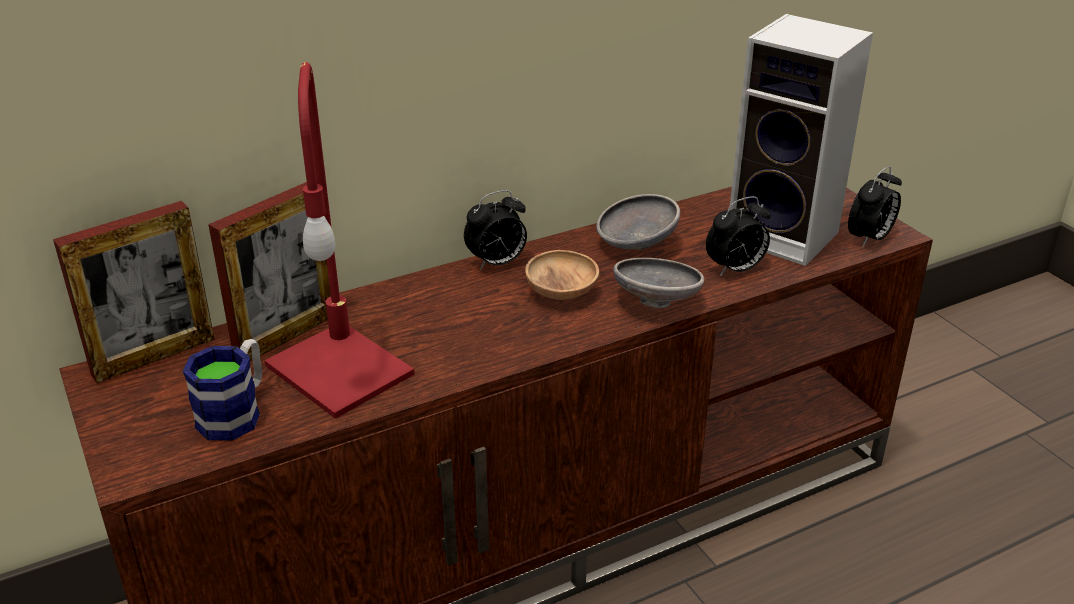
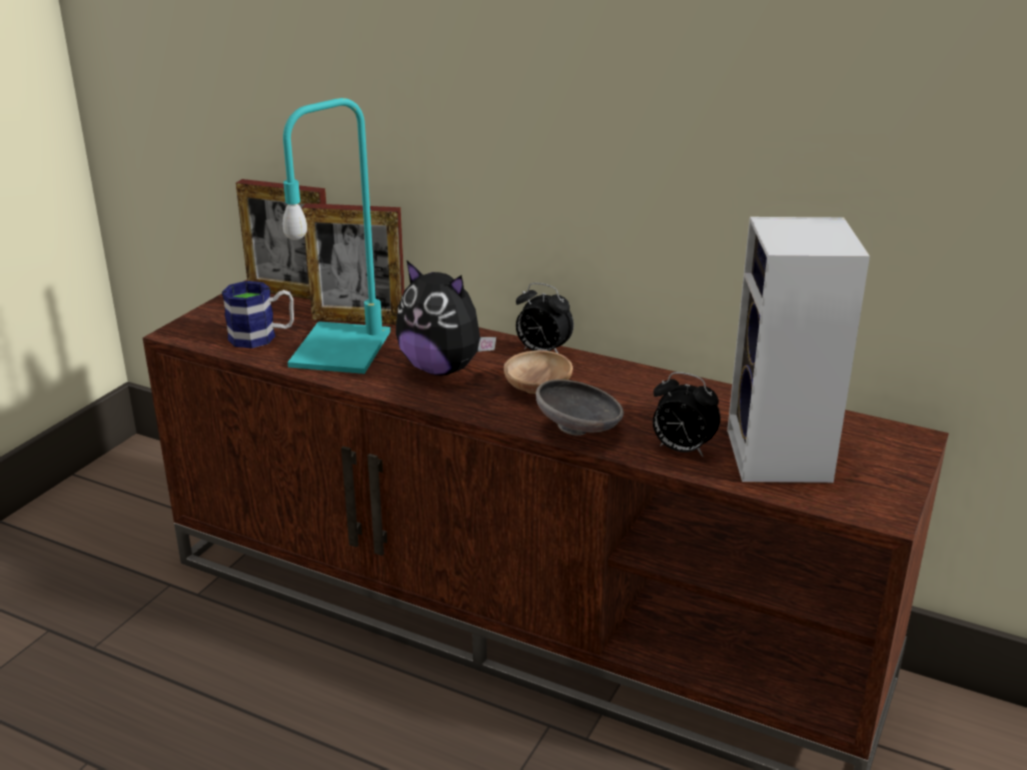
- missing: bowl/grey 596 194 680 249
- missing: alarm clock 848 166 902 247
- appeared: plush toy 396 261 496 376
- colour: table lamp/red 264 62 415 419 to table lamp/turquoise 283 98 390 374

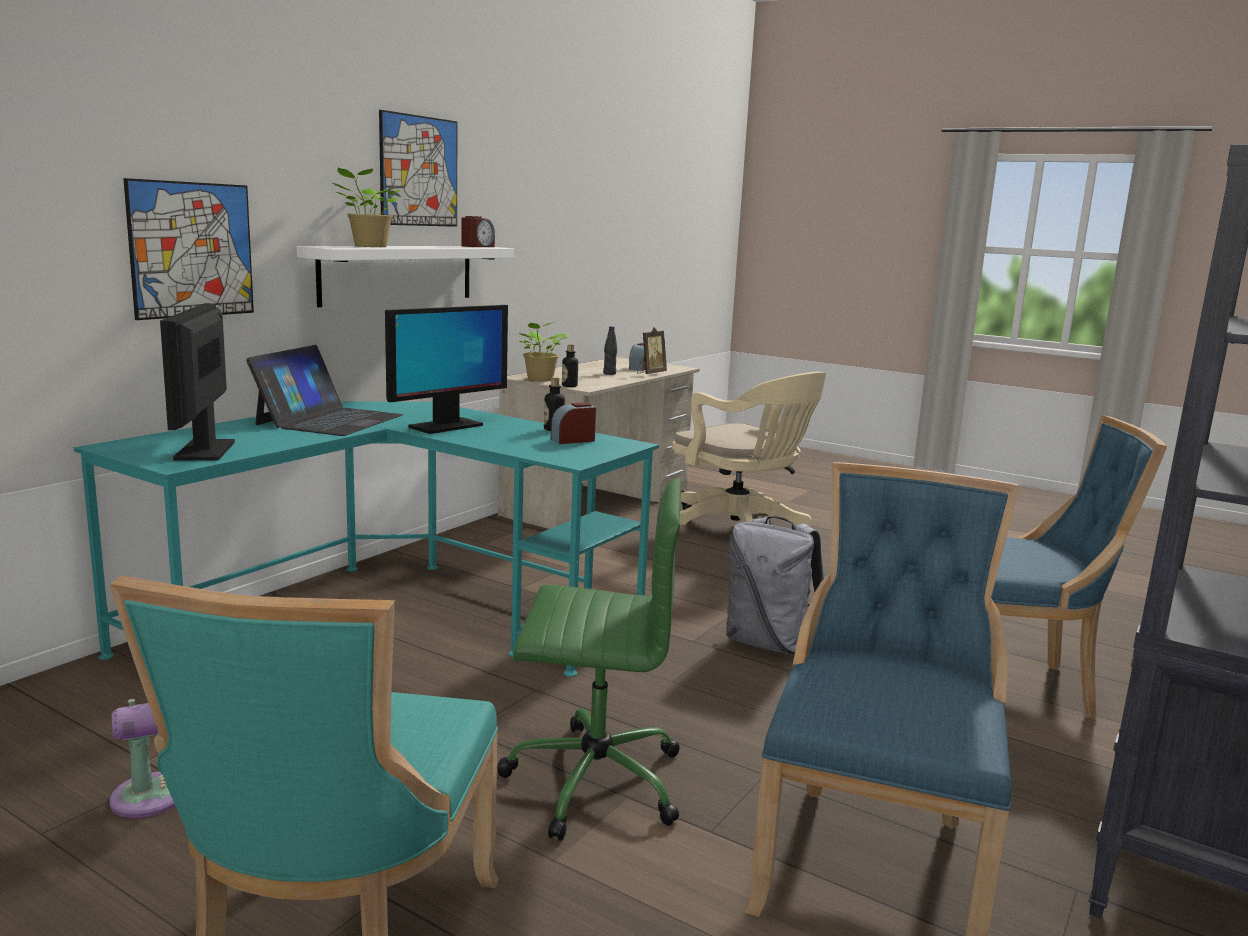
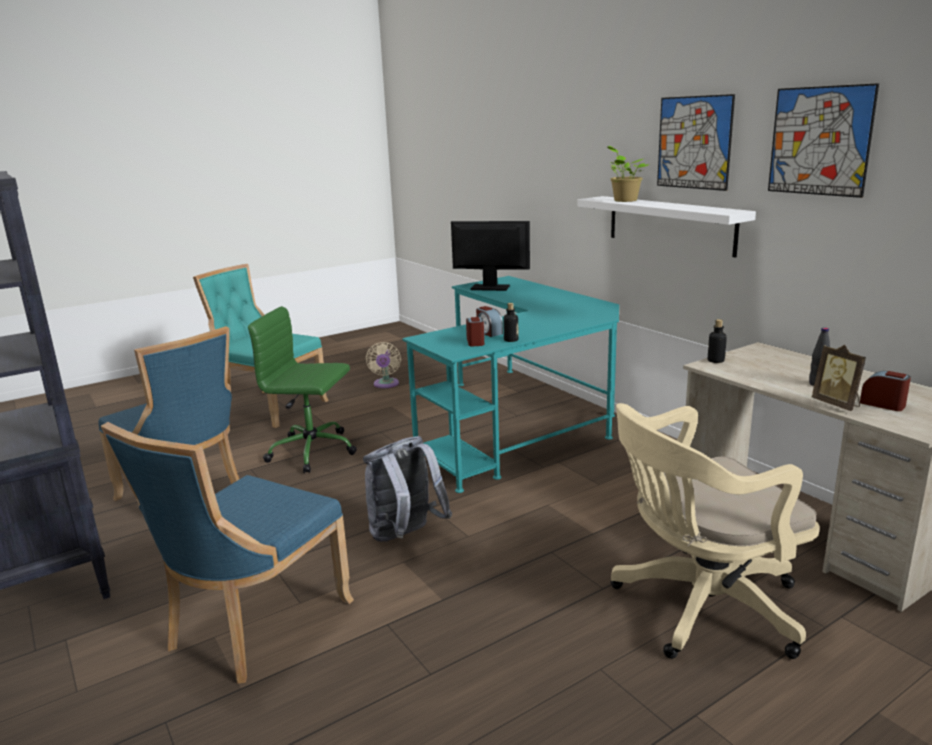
- missing: laptop 246 345 403 436
- missing: monitor 385 305 508 434
- missing: potted plant 519 322 567 382
- relocated: picture 123 178 254 320 to 768 83 879 198
- relocated: alarm clock 461 216 495 247 to 476 306 503 337
- spun: office chair/green 497 478 682 841 = 248 306 357 473 75 degrees clockwise

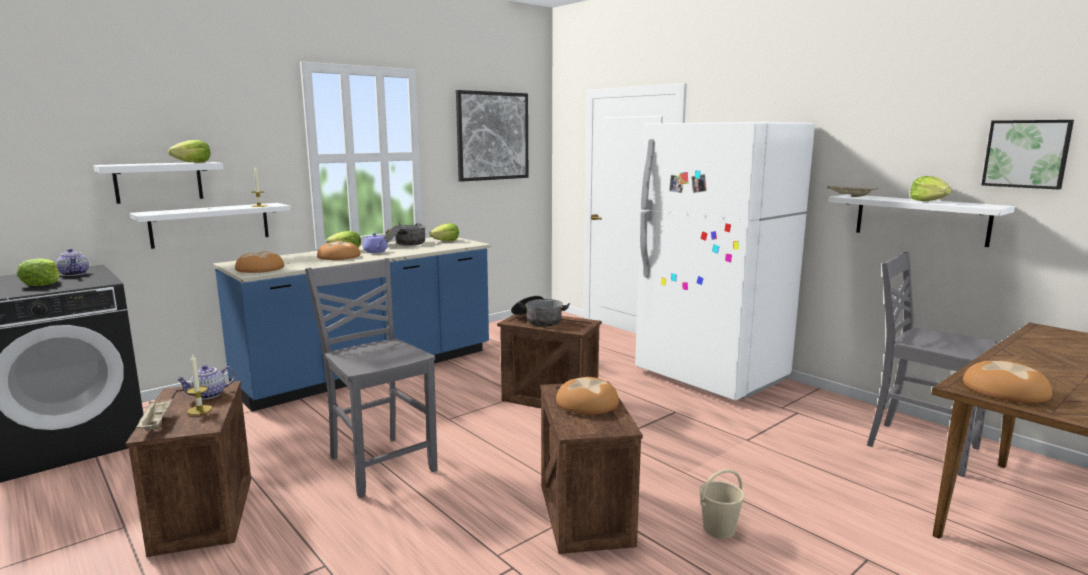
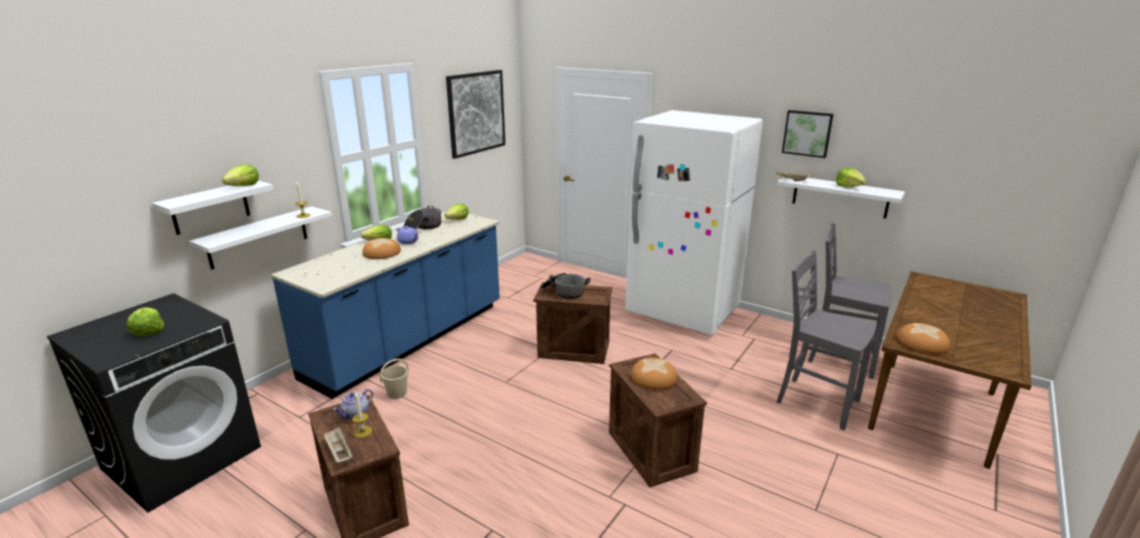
- missing: teapot 56 249 89 276
- missing: bread 235 252 284 273
- relocated: chair/grey 305 258 438 498 to 777 250 877 430
- relocated: bucket/beige 700 469 745 539 to 380 359 409 399
- relocated: picture 982 120 1074 190 to 782 110 834 158

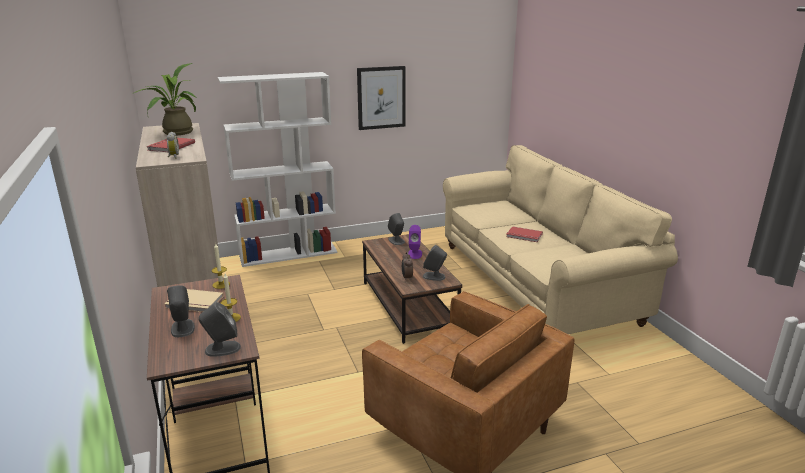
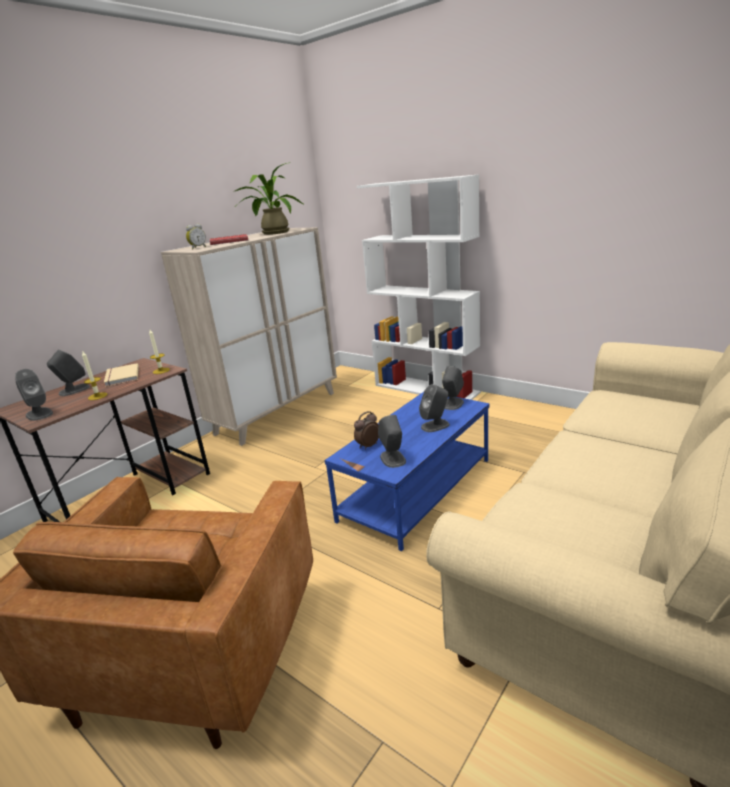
- missing: picture 357 66 406 130
- missing: book/red 506 226 543 242
- colour: coffee table/brown 362 234 462 344 to coffee table/blue 324 392 489 551
- colour: speaker/purple 408 225 422 259 to speaker/grey 419 384 450 432

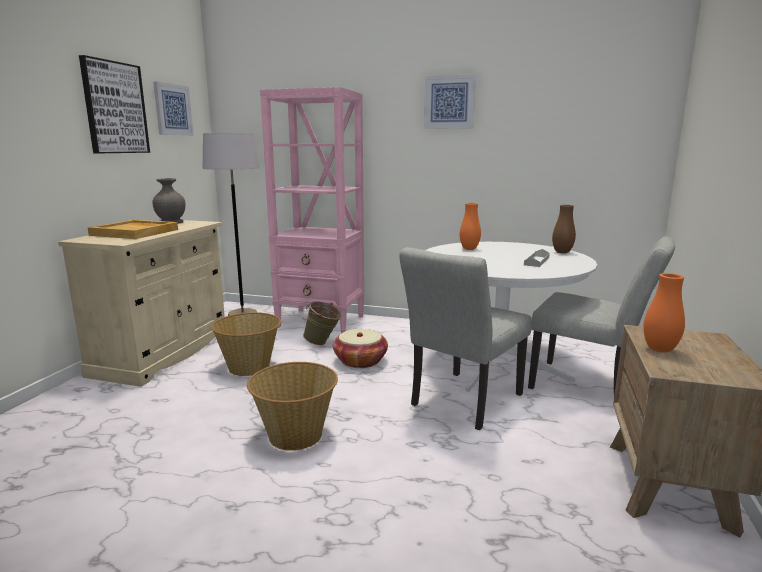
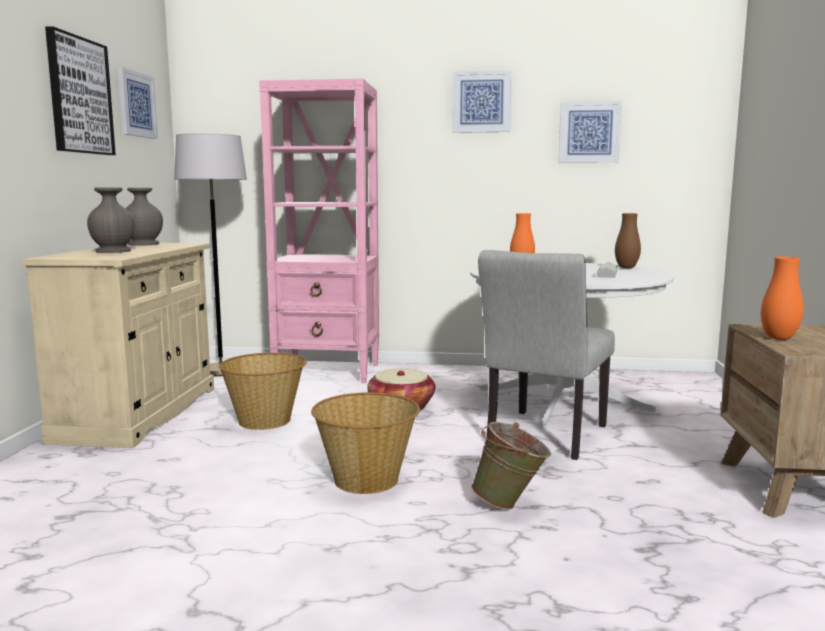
- missing: chair/grey 528 236 675 395
- appeared: picture 558 101 622 163
- relocated: bucket/green 303 301 342 345 to 471 422 551 510
- exchanged: tray/beige 88 220 178 239 to vase/grey 87 187 135 253

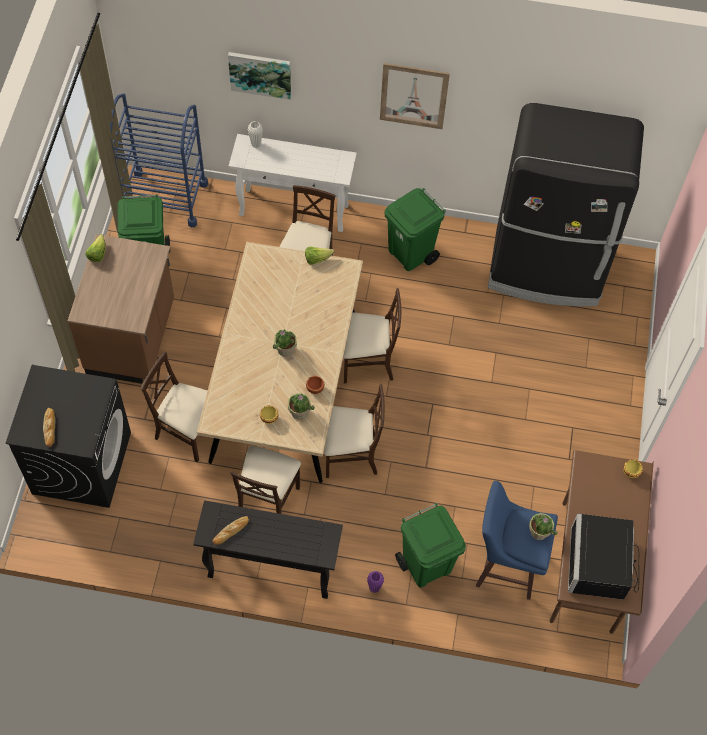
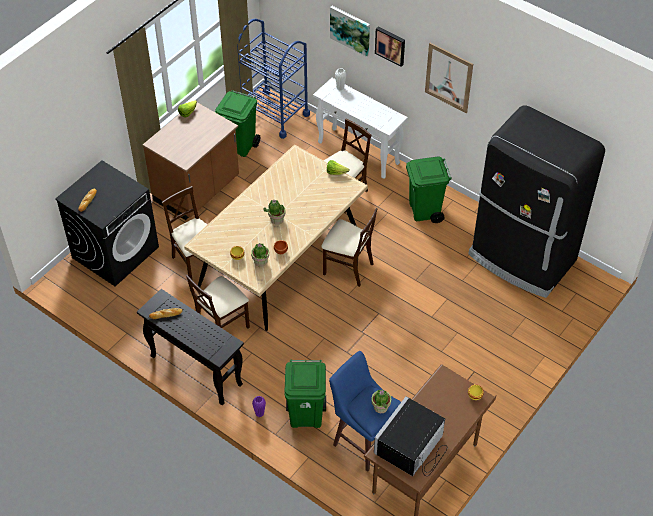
- missing: chair/beige 324 384 385 478
- appeared: picture 375 27 405 67

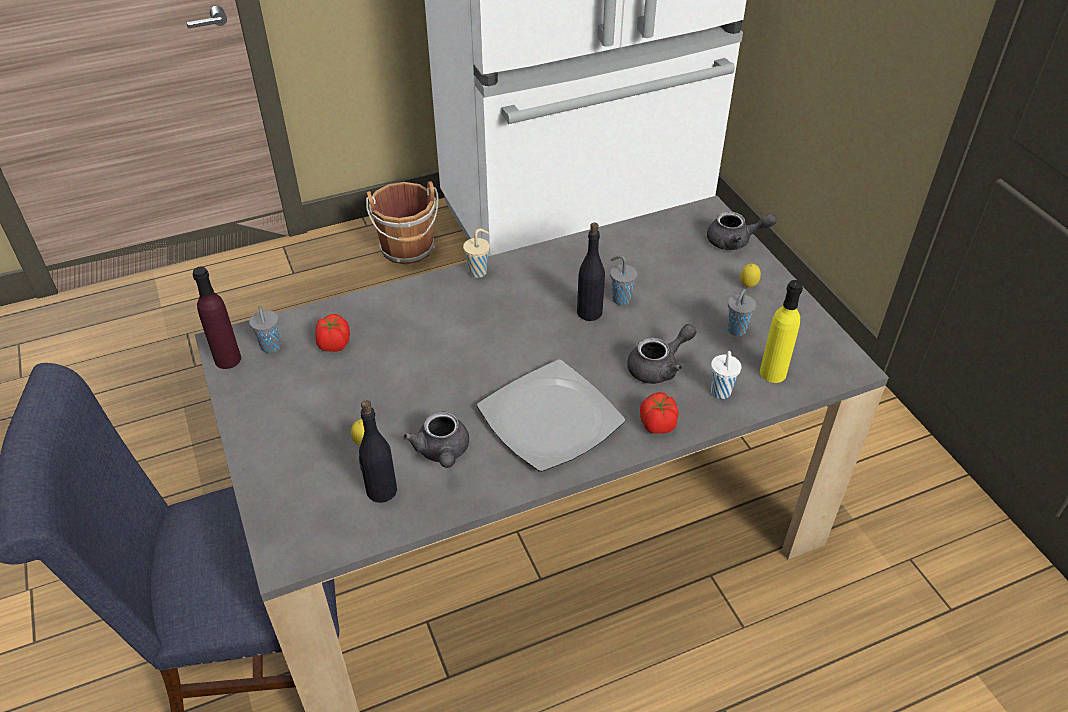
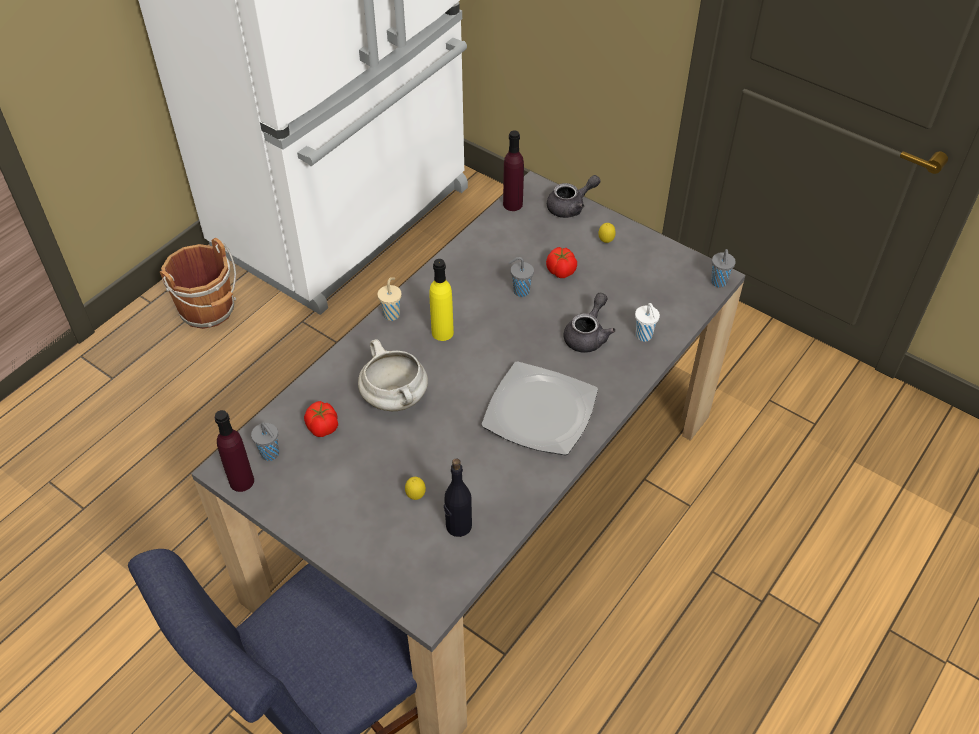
- missing: teapot/grey 403 412 469 468
- missing: bottle/black 577 223 605 321
- appeared: cooking pot/white 358 339 428 411
- appeared: bottle/purple 503 130 524 211
- relocated: tomato 640 392 679 434 to 546 247 577 278
- relocated: cup/grey 727 289 756 336 to 711 249 736 287
- relocated: bottle/yellow 760 280 803 383 to 429 259 454 341

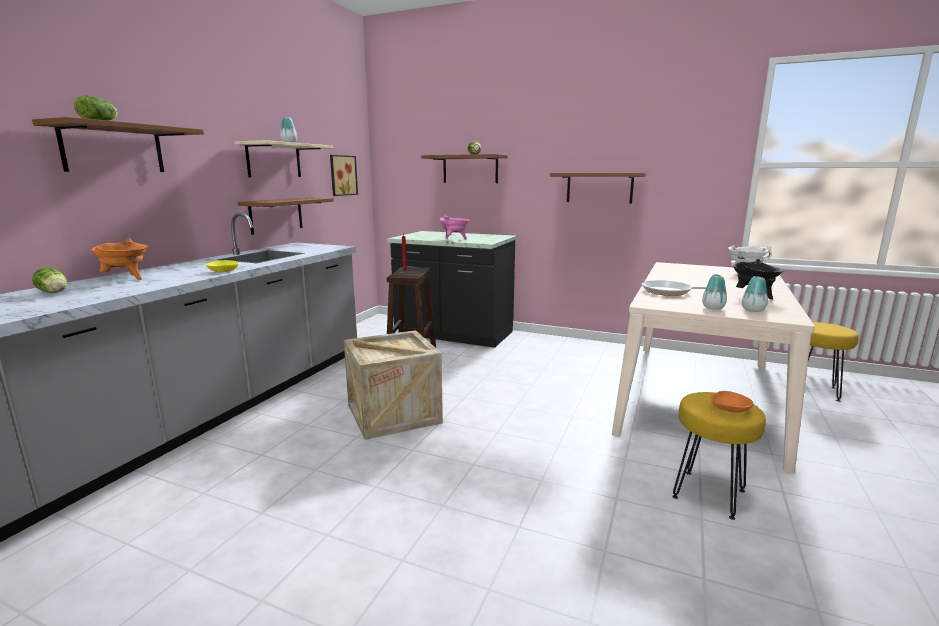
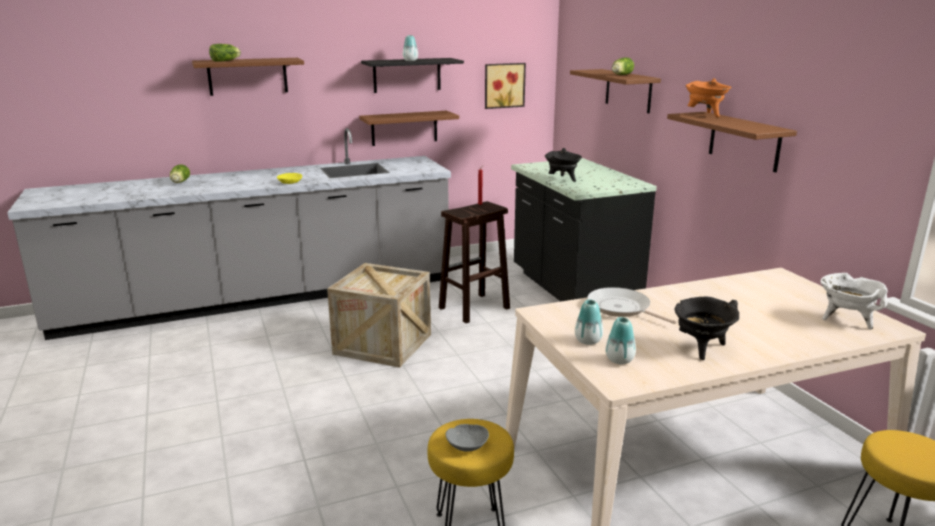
- relocated: cooking pot/orange 90 238 148 280 to 685 78 731 117
- colour: shelf/beige 234 140 334 177 to shelf/black 361 58 464 93
- colour: cooking pot/pink 440 215 470 240 to cooking pot/black 545 148 582 182
- colour: bowl/orange 711 391 754 413 to bowl/grey 446 424 489 451

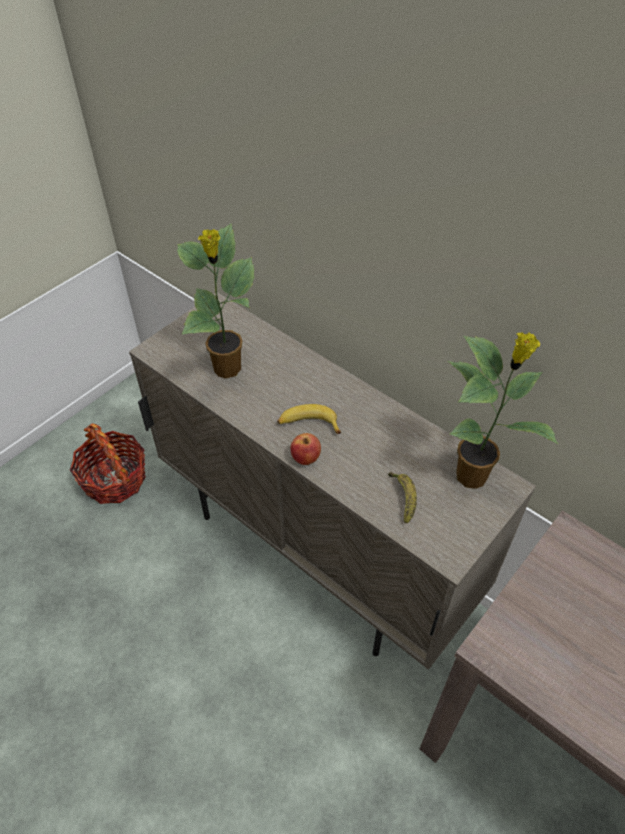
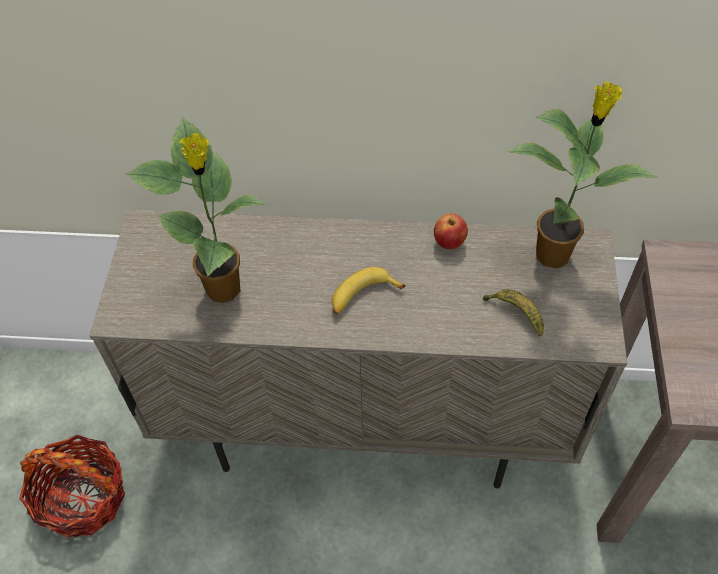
- relocated: apple 290 433 321 465 to 434 213 468 249

